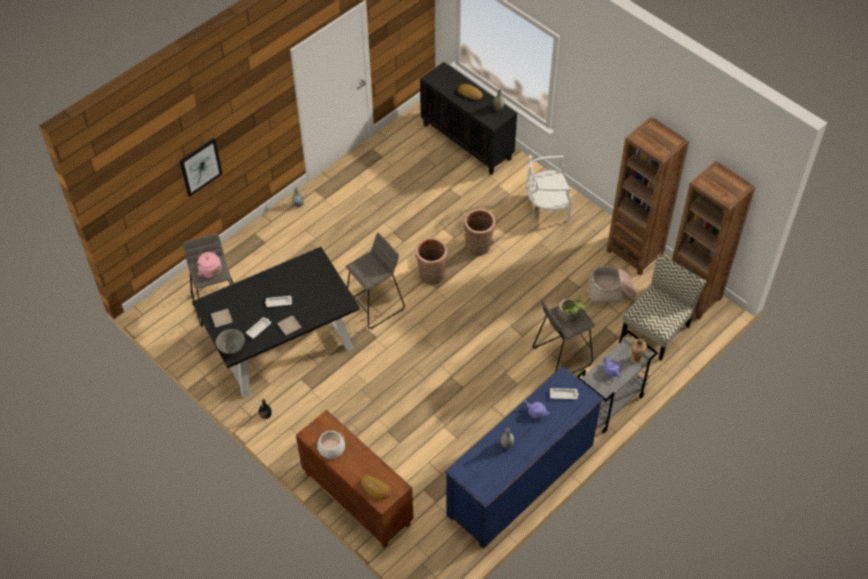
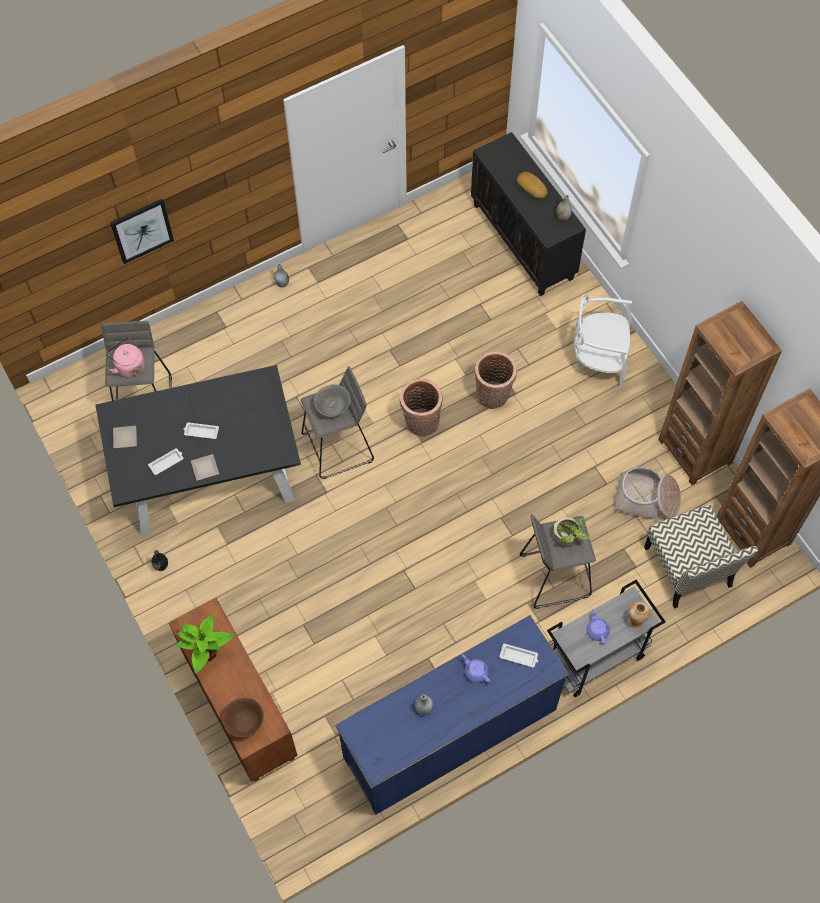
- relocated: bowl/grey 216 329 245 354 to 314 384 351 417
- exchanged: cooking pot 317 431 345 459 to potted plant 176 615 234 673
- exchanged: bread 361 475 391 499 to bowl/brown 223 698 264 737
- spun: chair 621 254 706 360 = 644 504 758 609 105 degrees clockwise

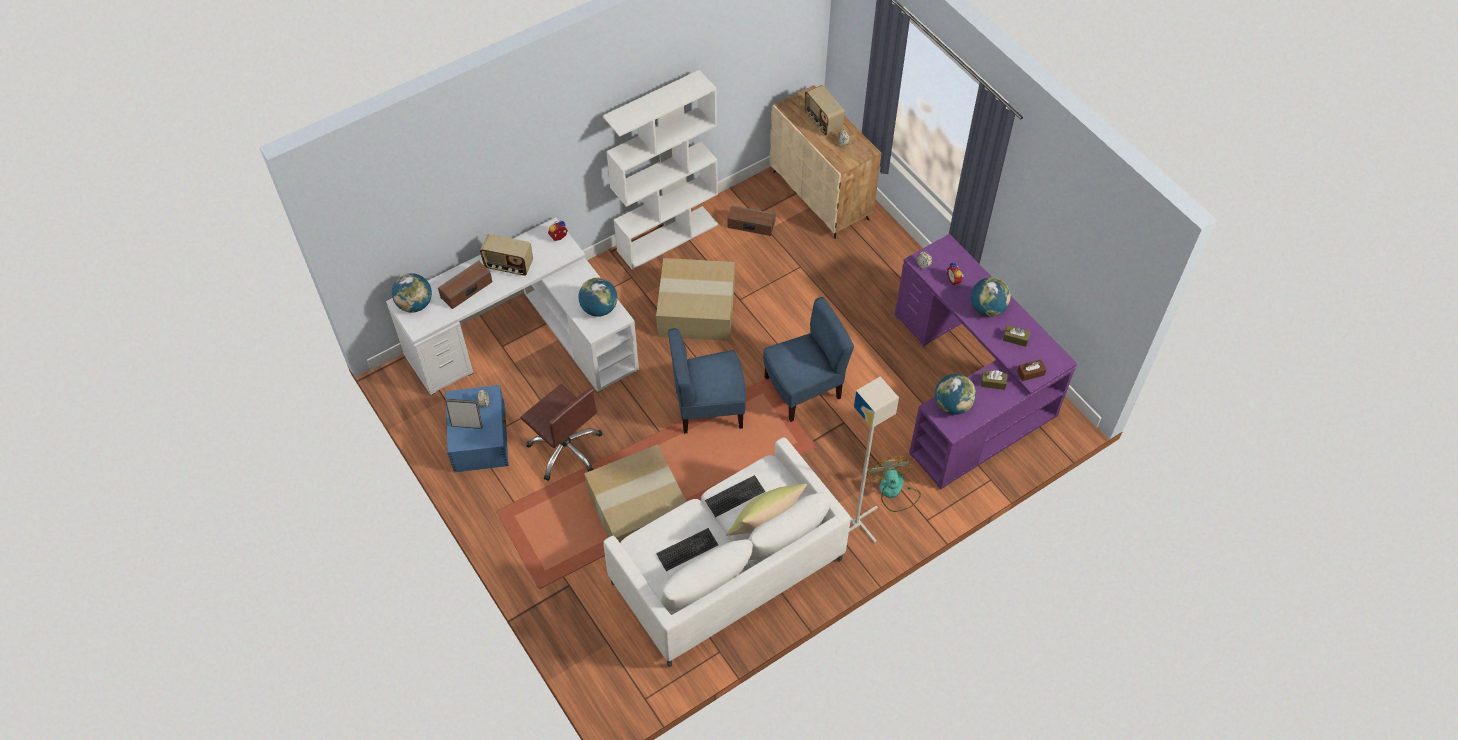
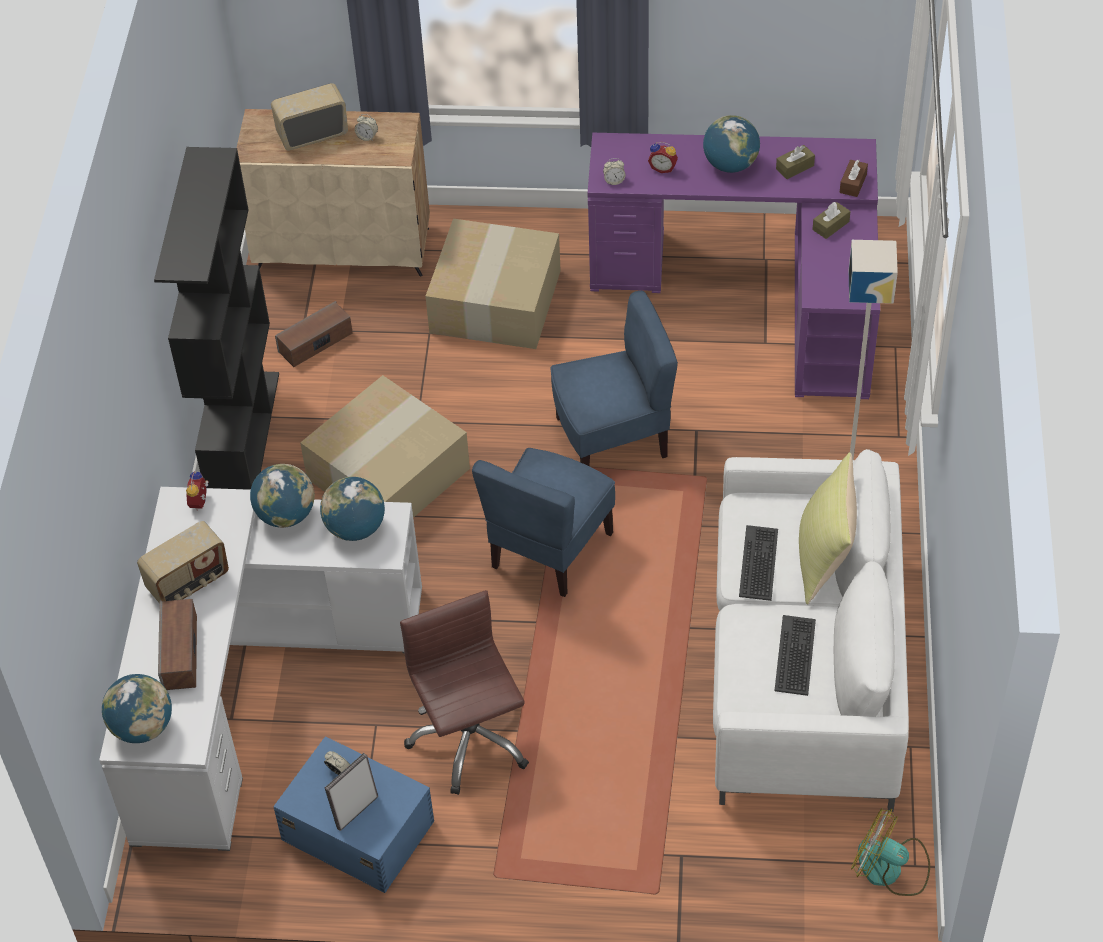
- relocated: cardboard box 584 445 686 542 to 425 219 561 349
- relocated: fan 867 456 921 512 to 851 808 930 896
- relocated: globe 935 374 976 415 to 250 464 315 528
- colour: bookcase/white 603 70 718 270 to bookcase/black 154 147 279 490
- spun: office chair/brown 520 384 603 481 = 400 590 529 795 105 degrees counterclockwise
- spun: chair/blue 763 297 854 422 = 551 291 678 466 60 degrees clockwise
- spun: radio 804 85 845 136 = 271 83 348 151 150 degrees clockwise

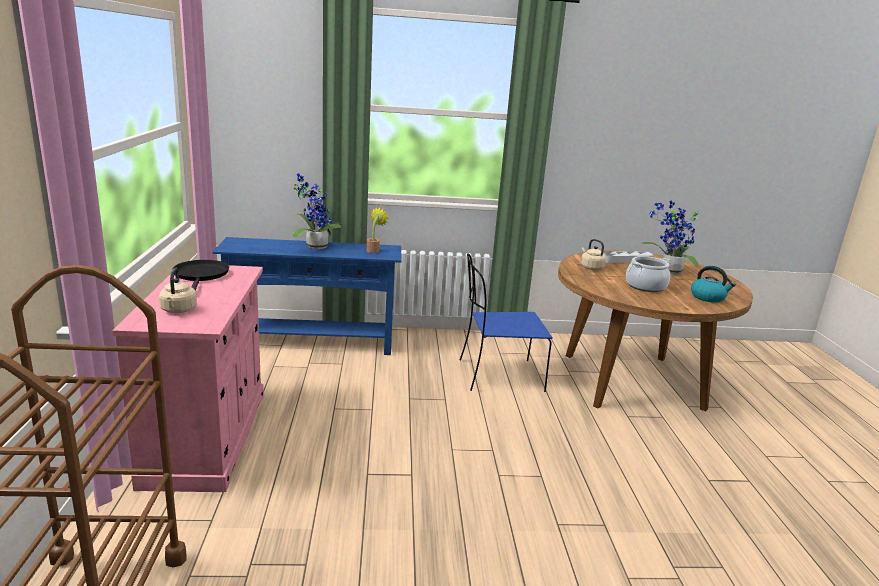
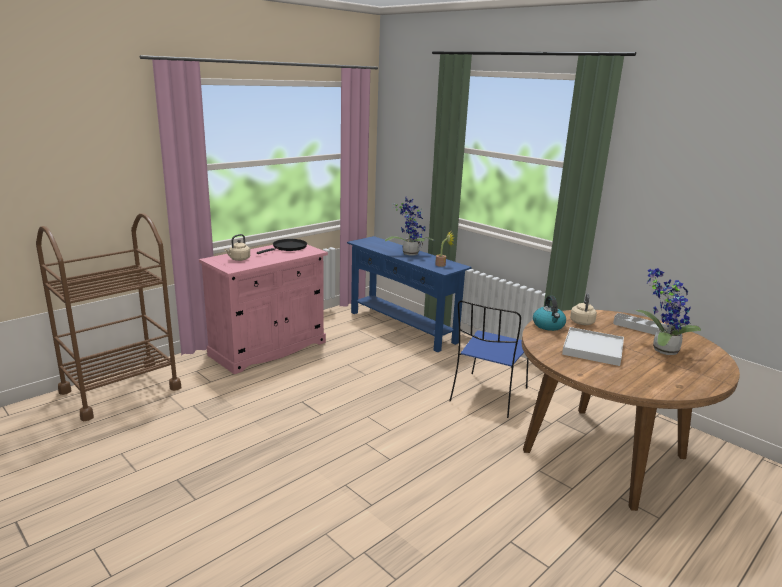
- relocated: kettle 691 266 736 303 to 533 296 566 331
- exchanged: cooking pot 626 256 670 292 to tray/white 562 327 624 366
- spun: chair/blue 460 253 552 392 = 450 301 529 418 105 degrees counterclockwise

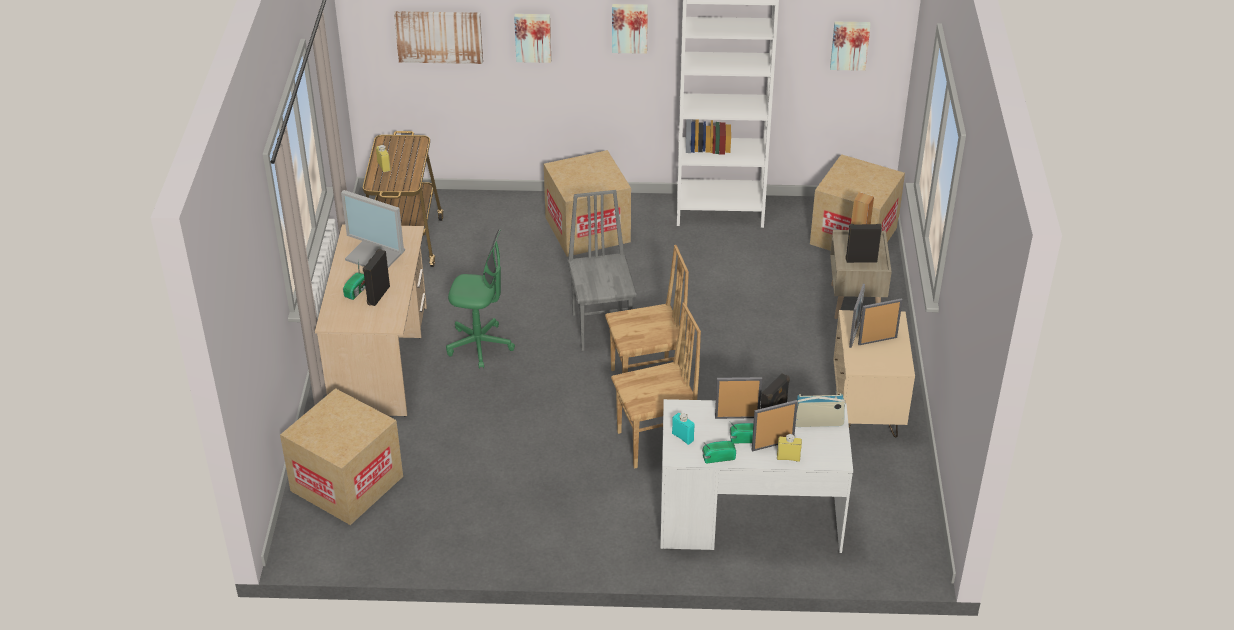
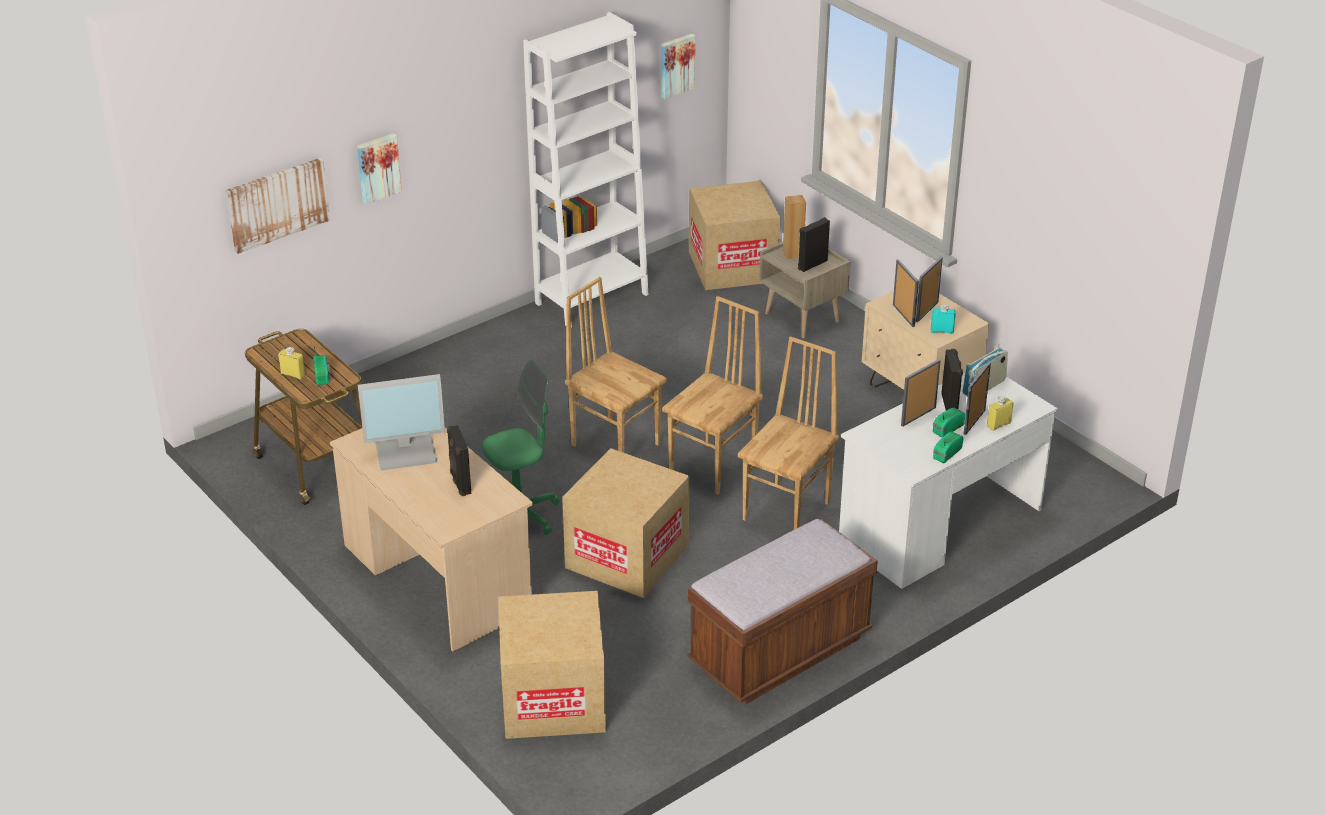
- missing: picture 612 4 648 54
- appeared: bench/brown 687 519 878 704
- relocated: radio 343 258 366 300 to 311 340 331 385
- relocated: cardboard box 544 150 631 257 to 562 448 689 598
- relocated: bottle/turquoise 672 413 695 445 to 931 304 956 334
- colour: chair/grey 567 190 637 351 to chair/brown 565 277 667 453

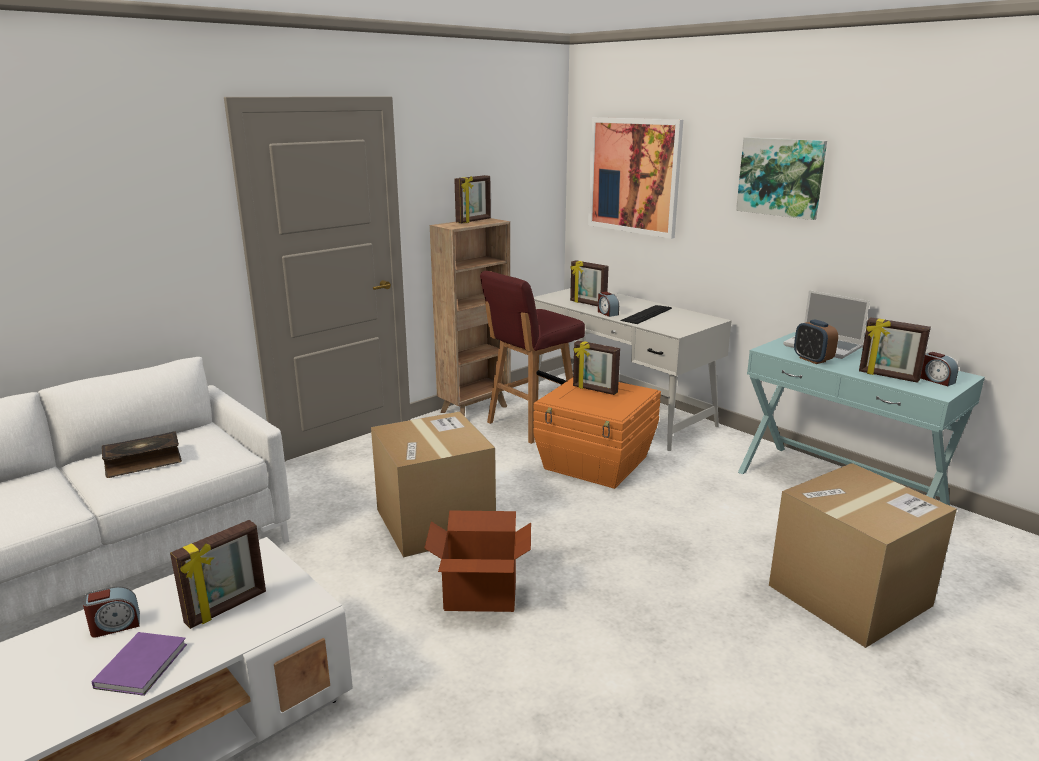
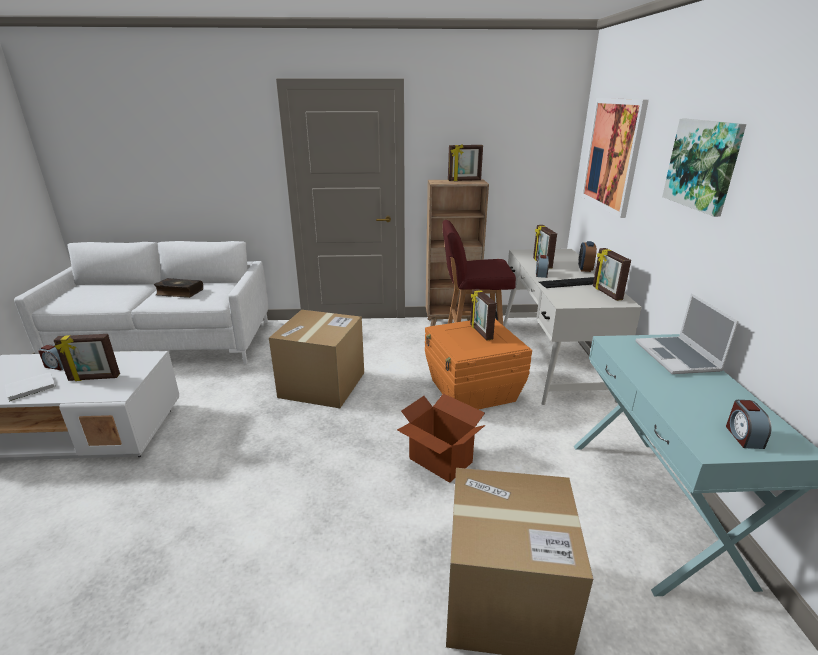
- relocated: cardboard box 424 511 531 612 to 397 393 485 483
- relocated: alarm clock 794 319 838 364 to 578 241 597 272
- relocated: picture frame 859 317 931 383 to 593 248 631 301
- colour: book/purple 91 632 187 696 to book/white 5 372 56 402

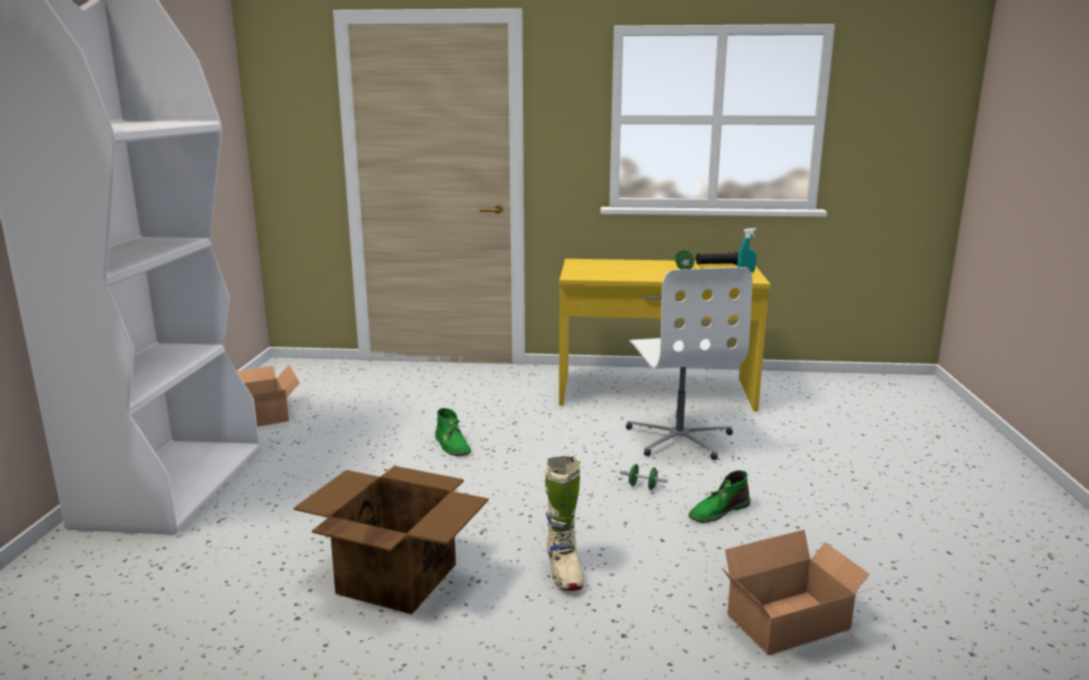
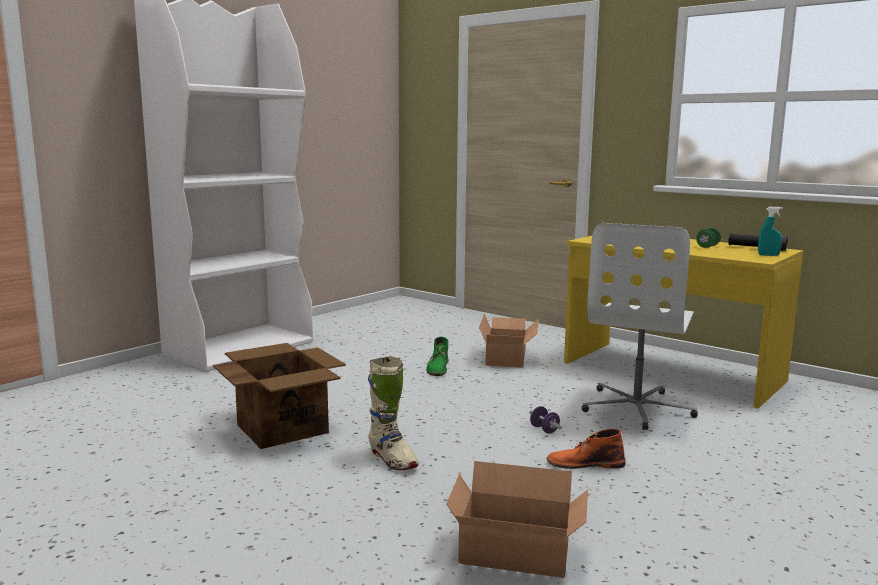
- relocated: cardboard box 237 365 300 427 to 479 314 539 368
- colour: dumbbell/green 620 464 668 490 to dumbbell/purple 529 406 562 434
- colour: boot/green 689 470 750 523 to boot/orange 546 429 626 469
- spun: boot/beige 545 456 584 591 = 368 356 419 470 60 degrees counterclockwise

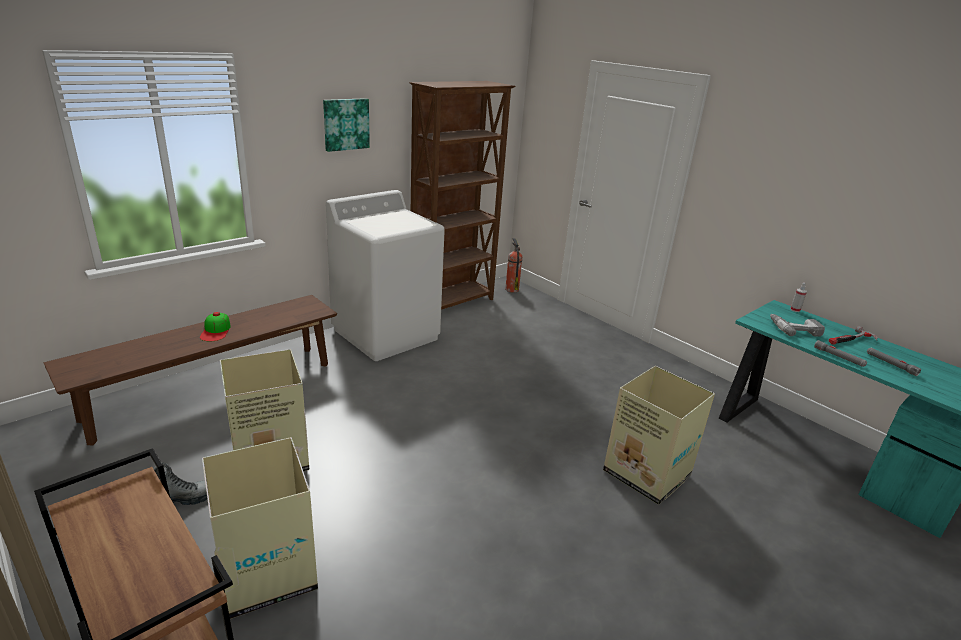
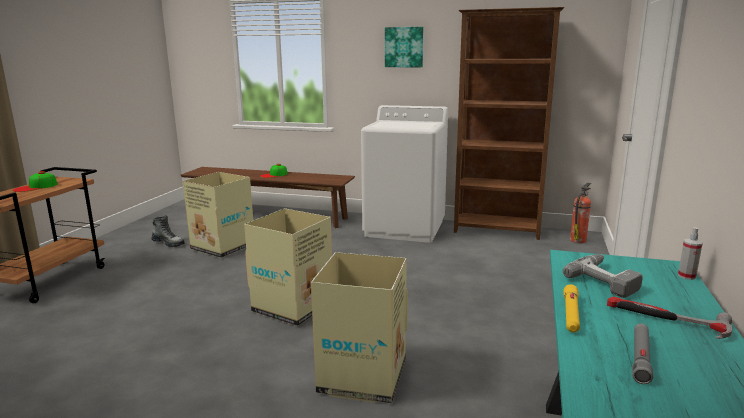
- appeared: cap 12 171 57 192
- relocated: cardboard box 202 437 318 619 to 244 208 332 326
- colour: flashlight/grey 814 340 867 367 to flashlight/yellow 563 284 580 332

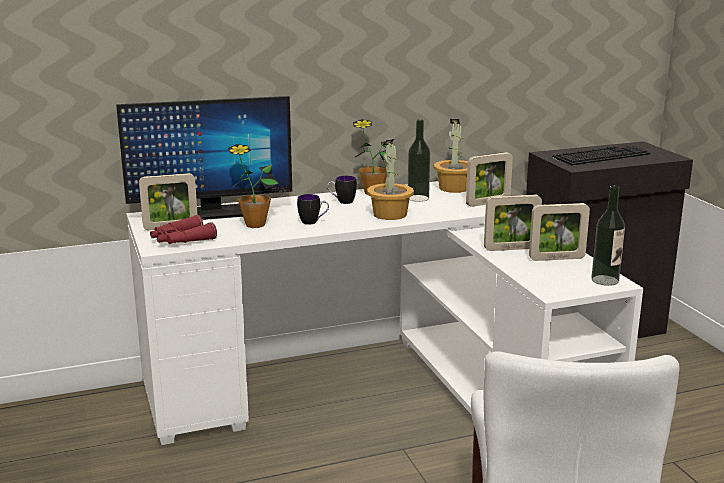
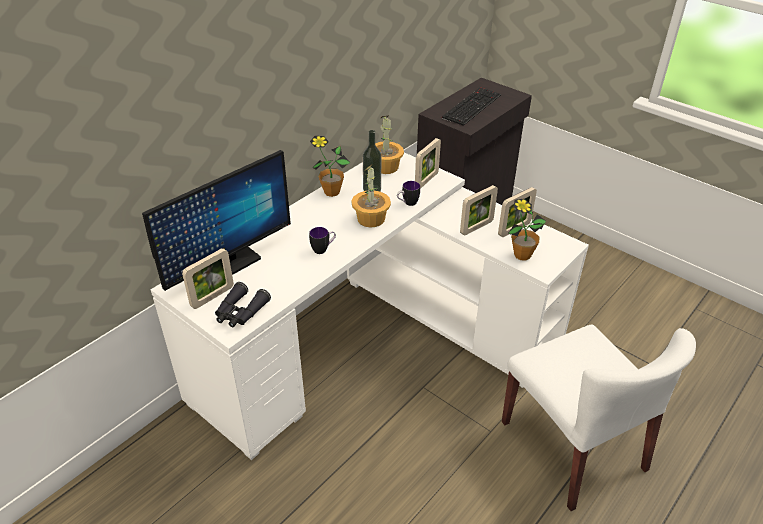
- missing: bottle 591 185 625 286
- relocated: potted plant 228 144 279 228 to 508 199 546 261
- relocated: mug 327 176 357 204 to 397 181 420 206
- colour: binoculars/red 150 215 217 244 to binoculars/black 215 282 271 327

